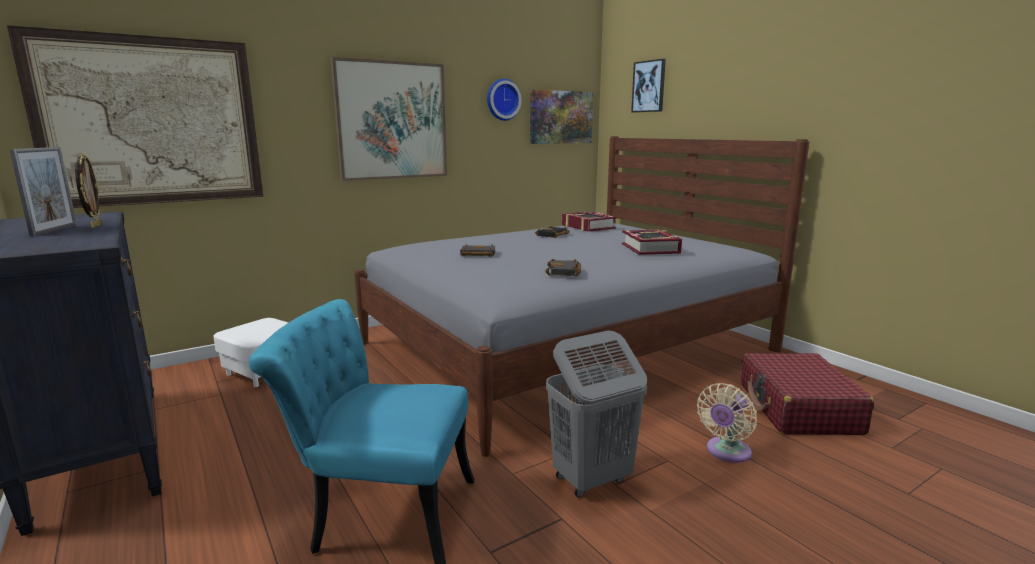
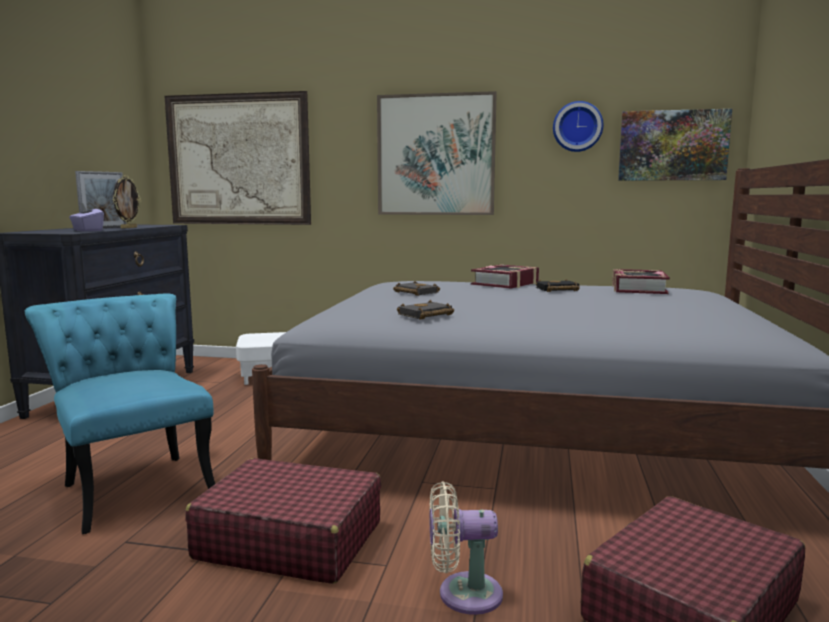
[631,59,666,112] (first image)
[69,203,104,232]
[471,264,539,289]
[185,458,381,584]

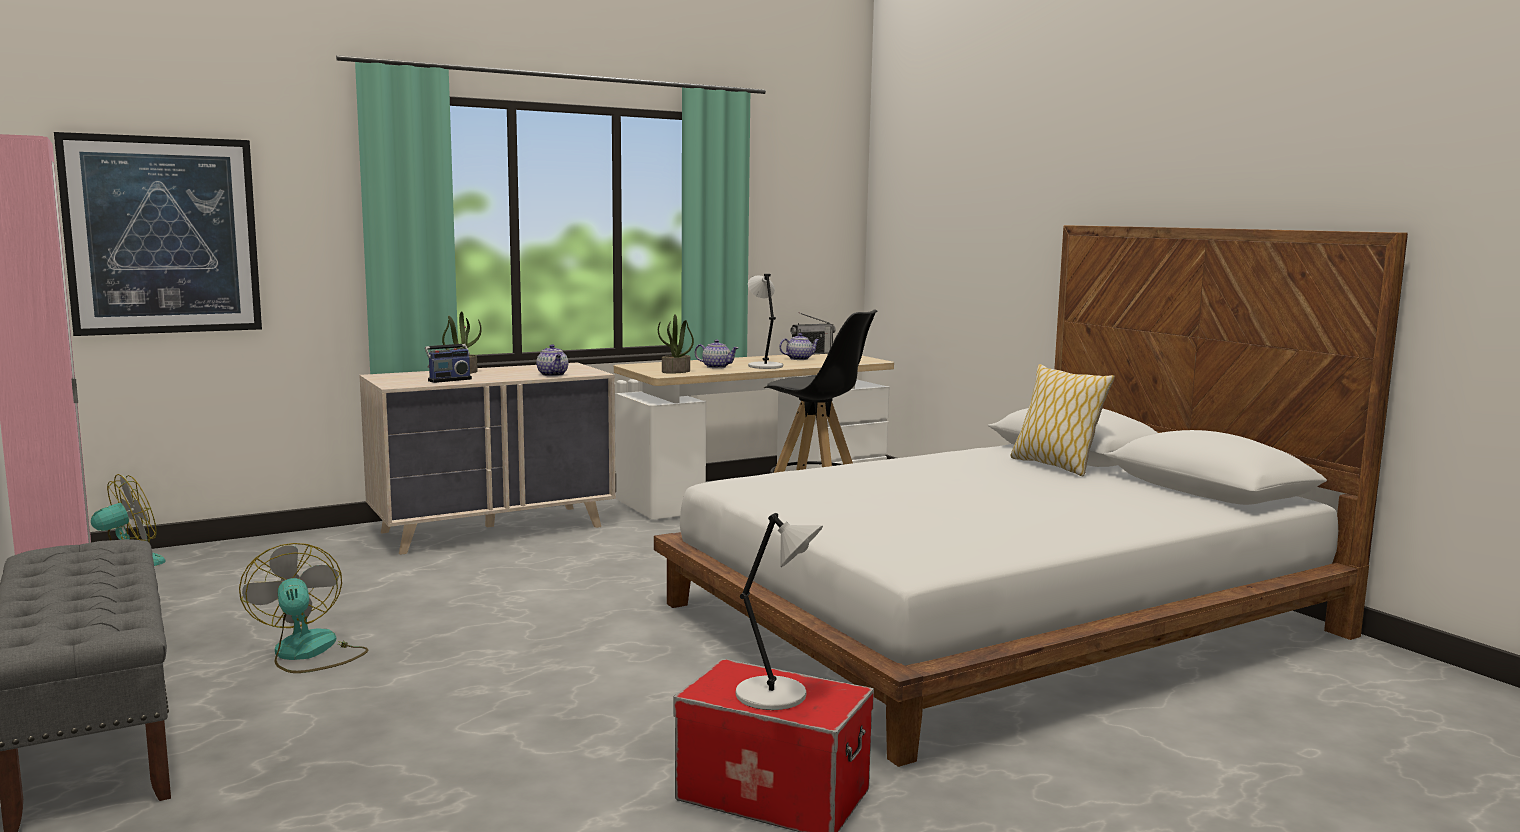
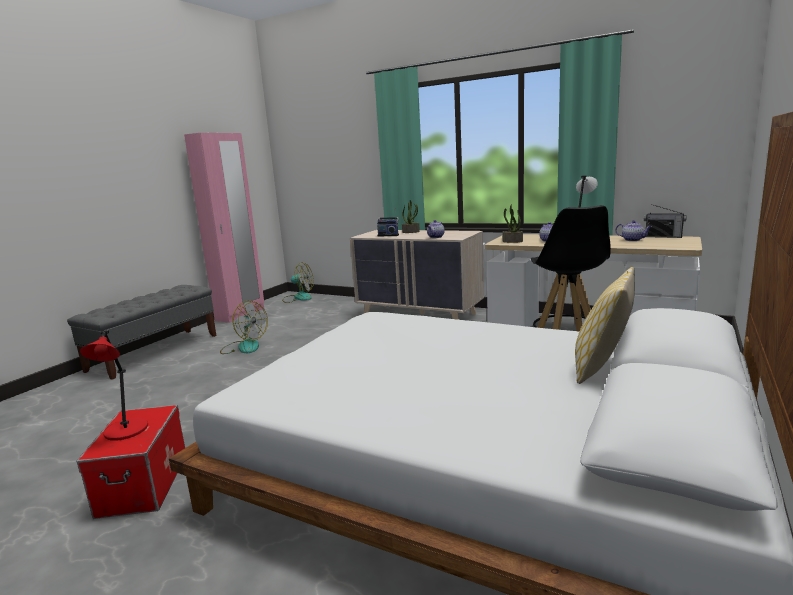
[54,132,262,336] (first image)
[80,330,148,441]
[220,301,268,354]

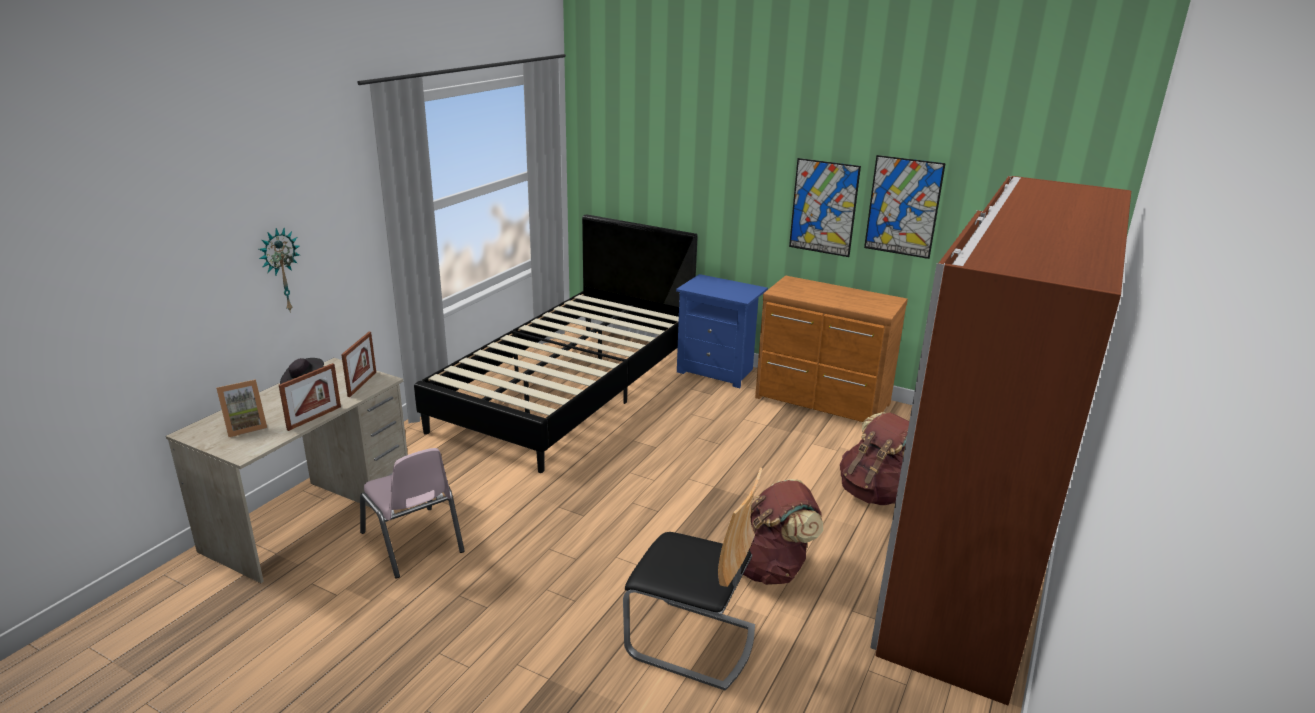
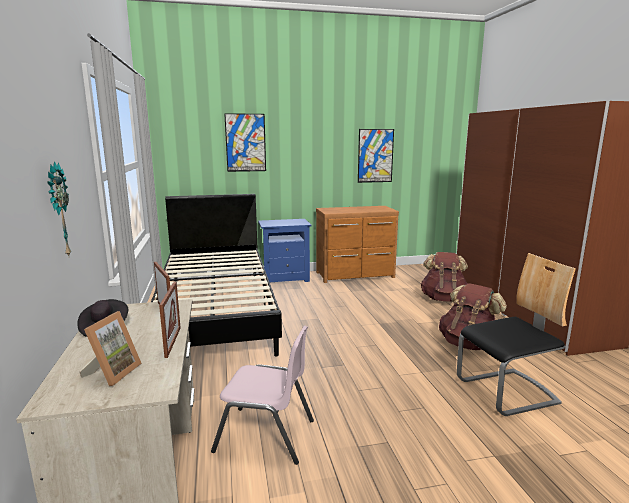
[224,113,266,172]

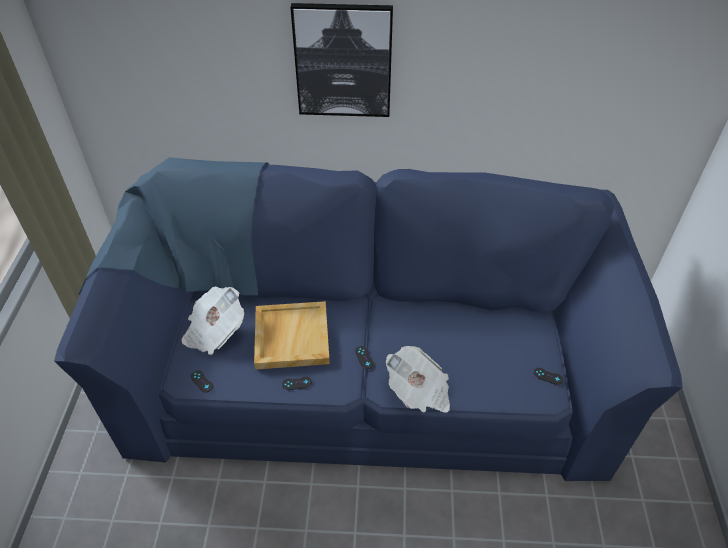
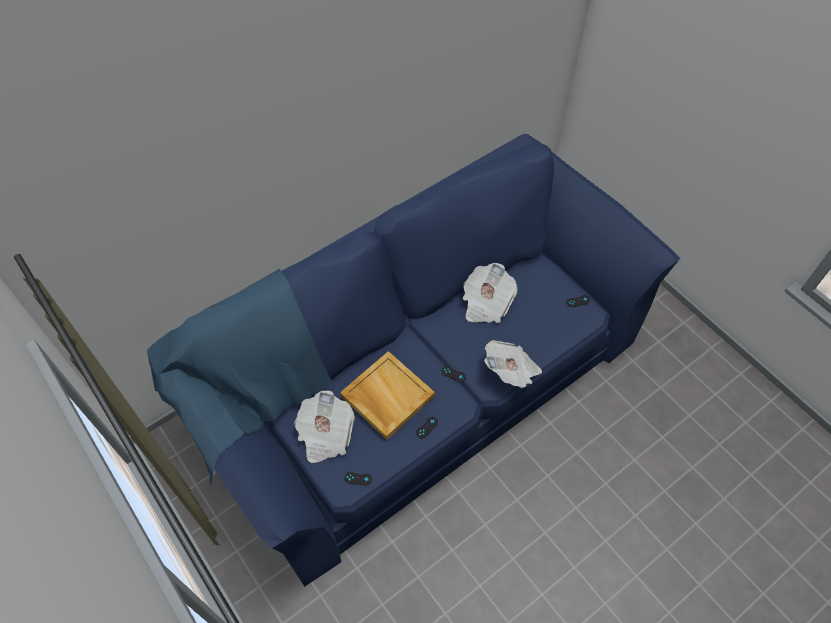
[290,3,393,117] (first image)
[463,263,517,323]

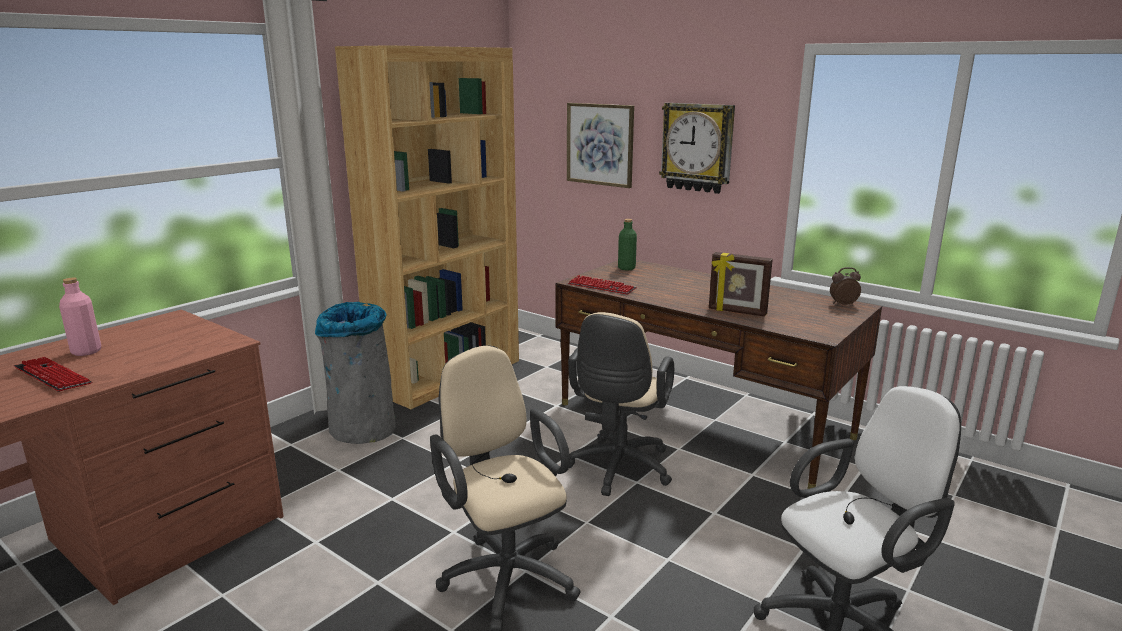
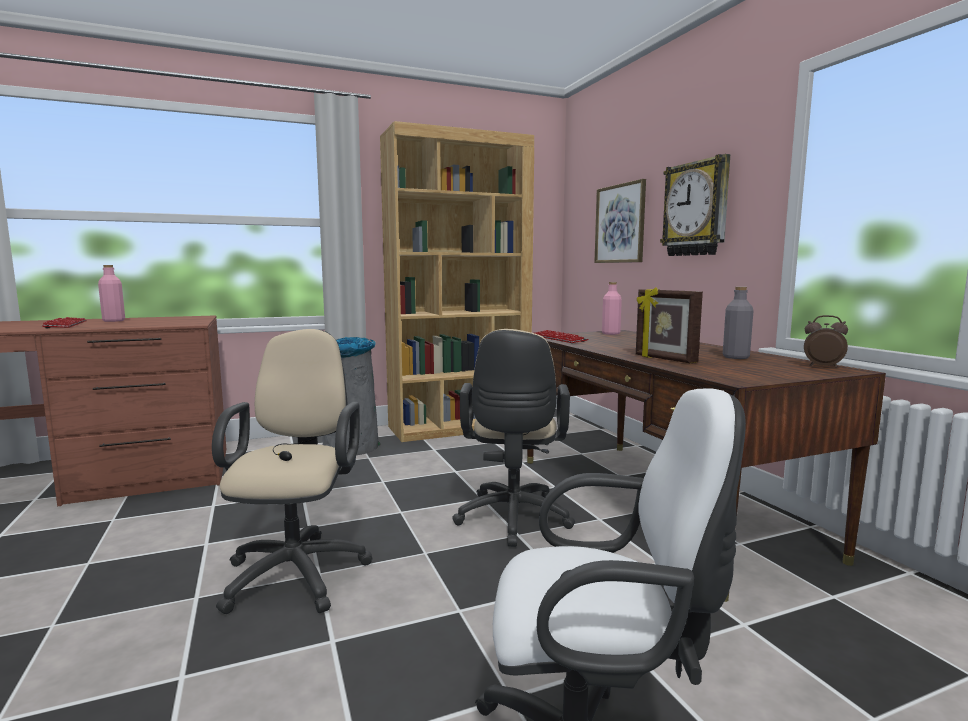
[723,287,753,359]
[602,282,622,335]
[452,329,575,547]

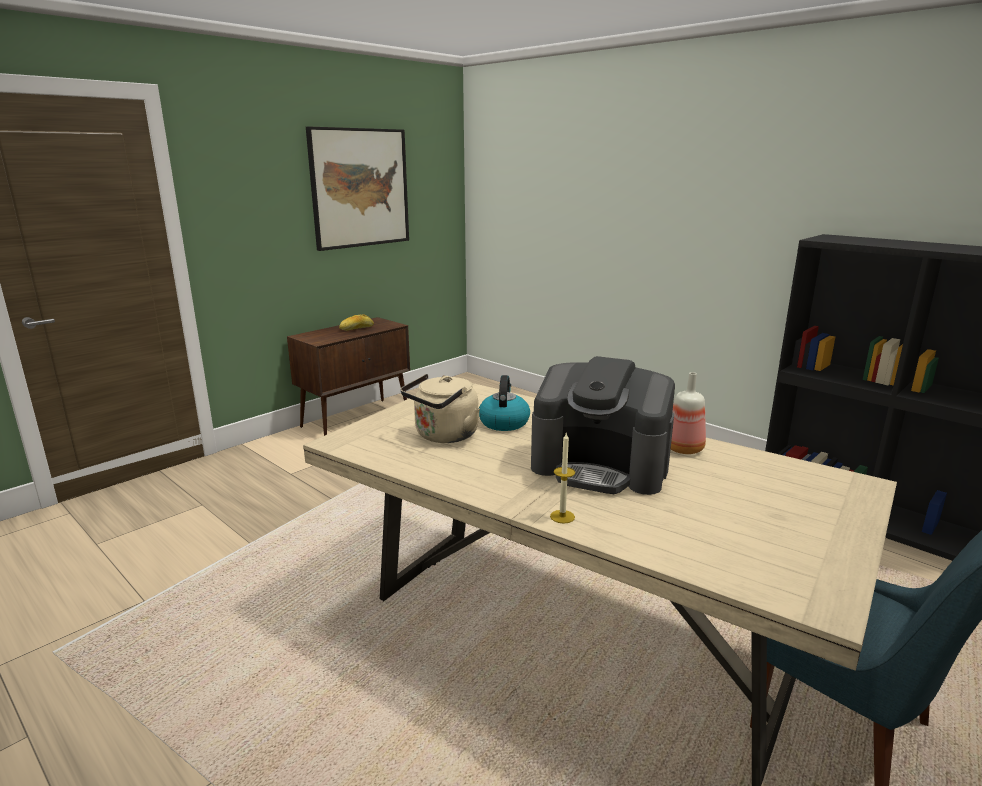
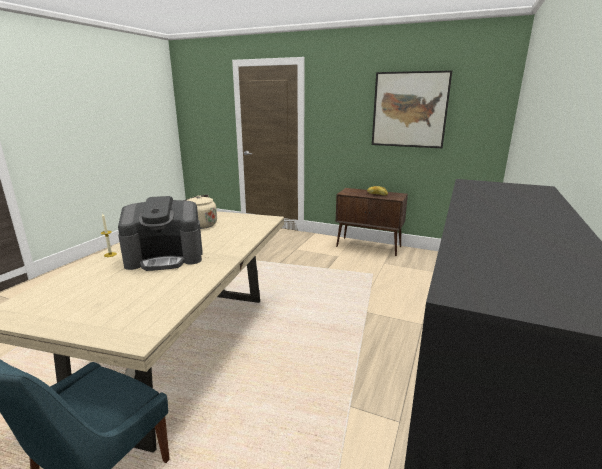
[479,375,530,431] (first image)
[671,372,706,454] (first image)
[118,196,203,271]

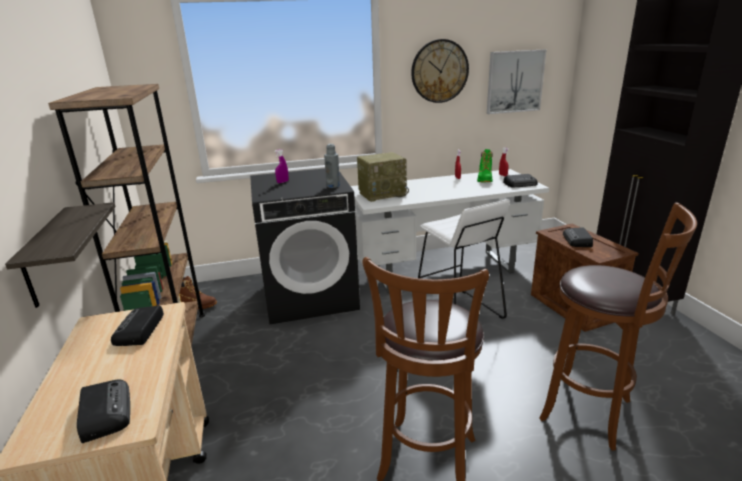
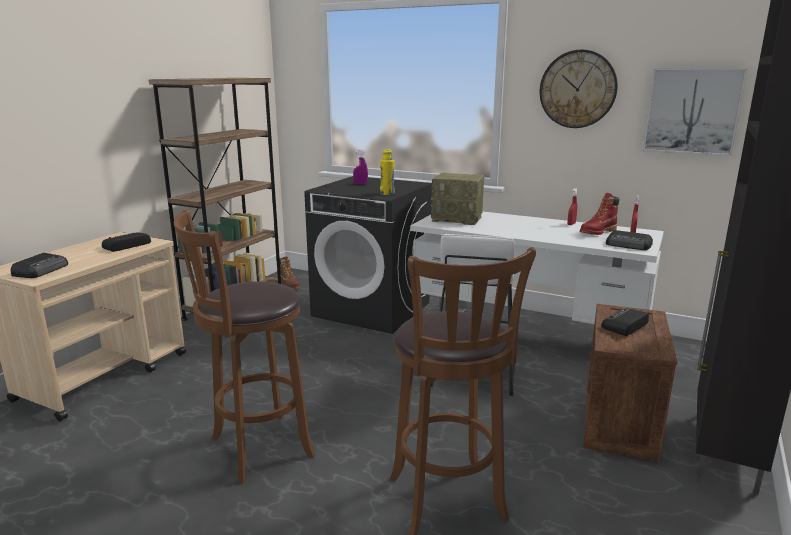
[5,202,116,308] (first image)
[380,149,395,195]
[580,193,620,235]

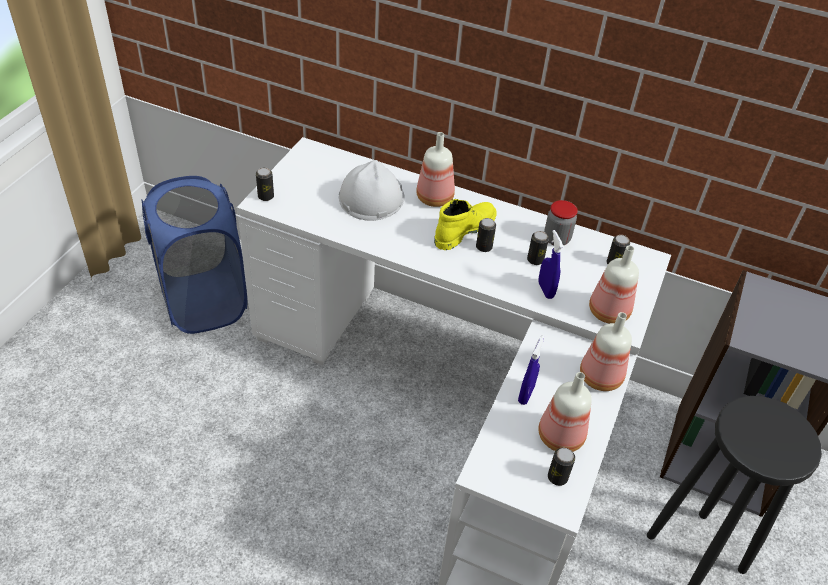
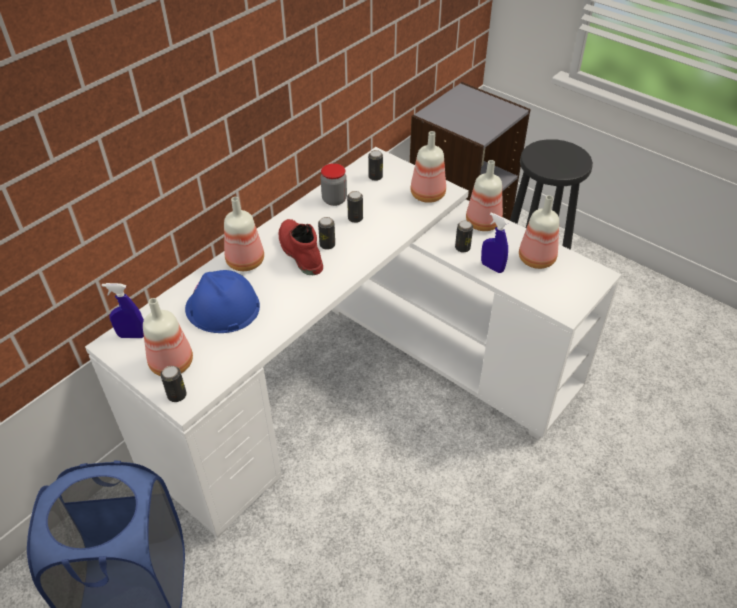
[143,298,193,376]
[102,283,144,338]
[455,221,473,252]
[185,270,260,333]
[279,219,323,275]

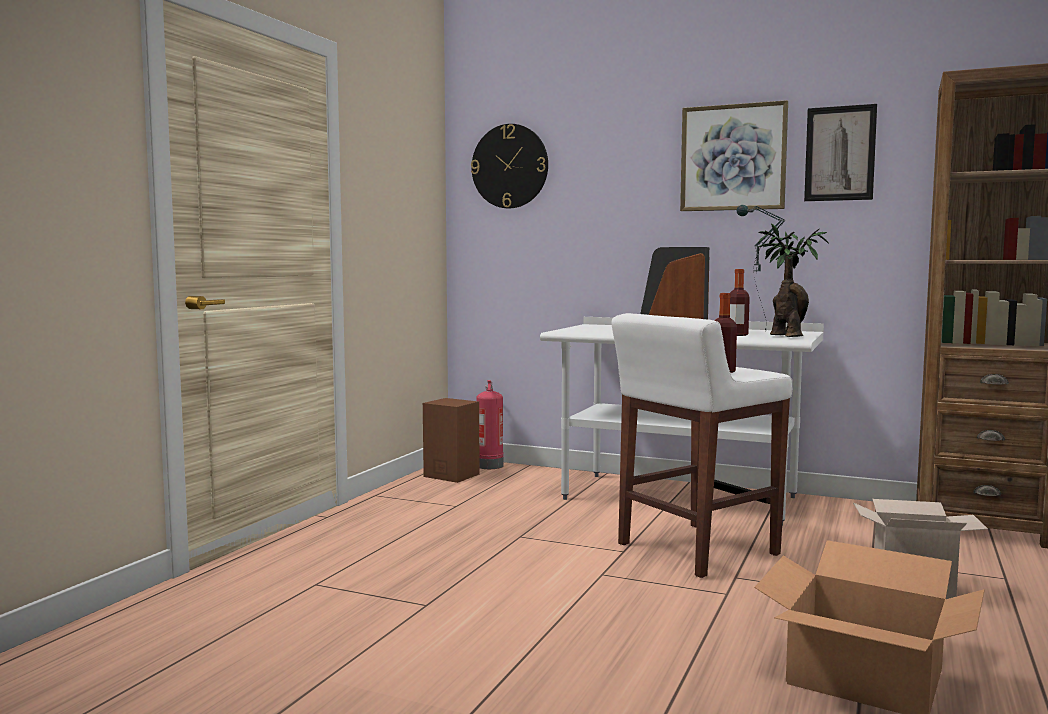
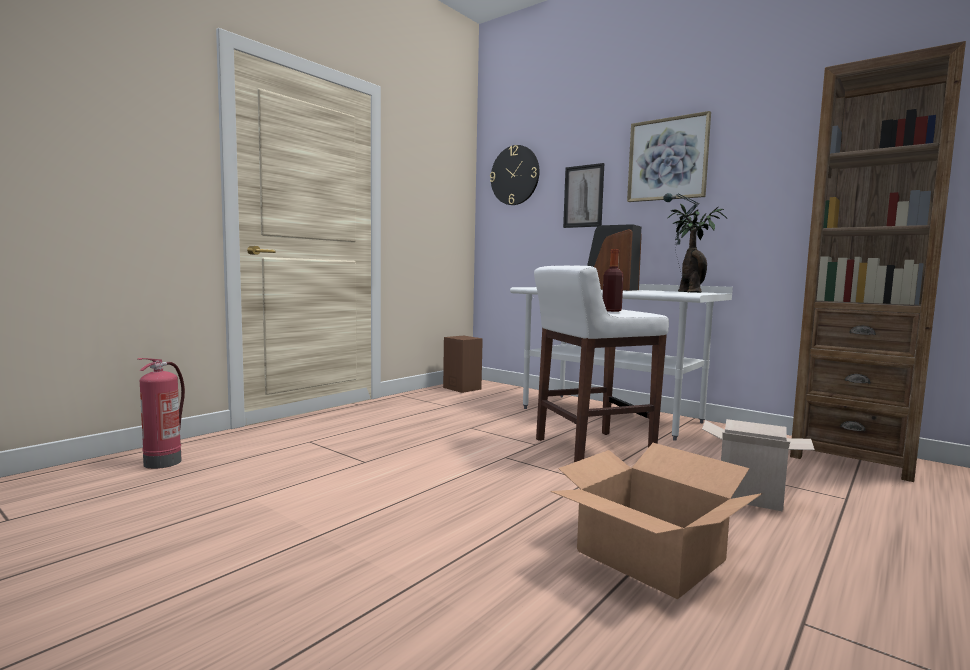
[730,269,750,336] (first image)
[137,358,185,469]
[563,163,604,228]

